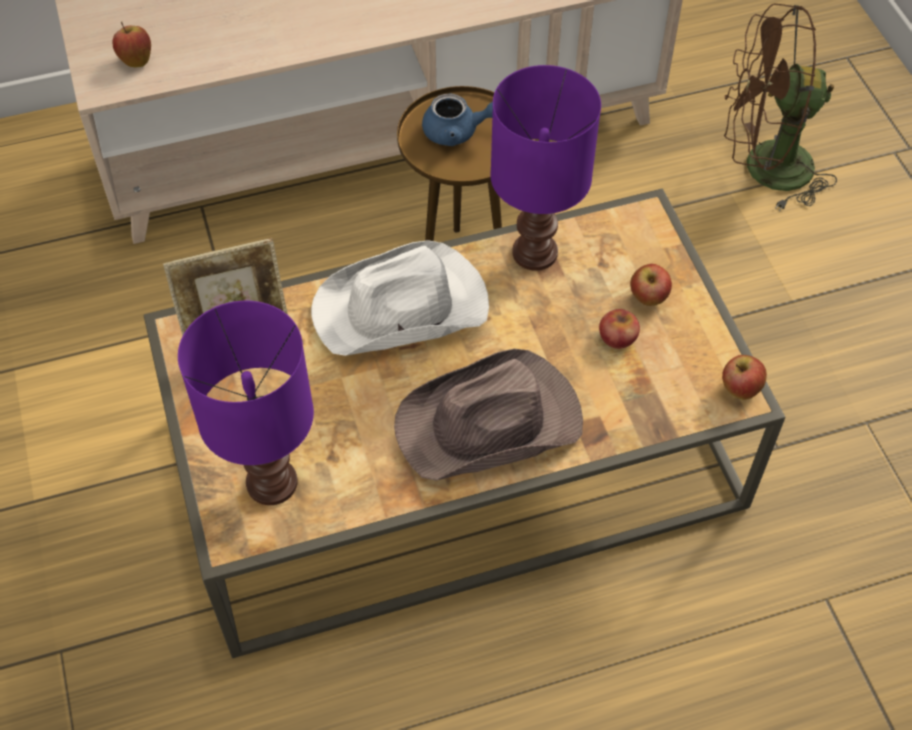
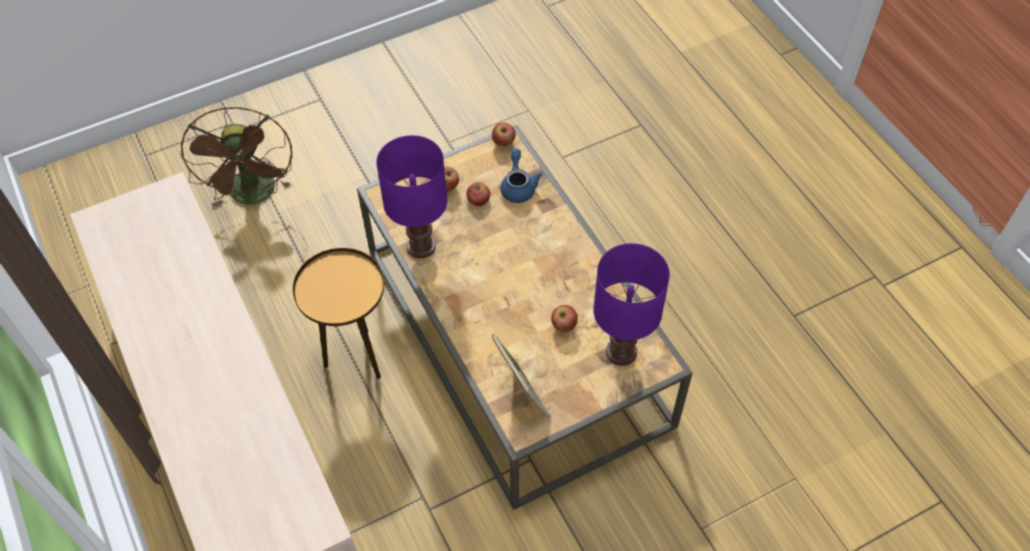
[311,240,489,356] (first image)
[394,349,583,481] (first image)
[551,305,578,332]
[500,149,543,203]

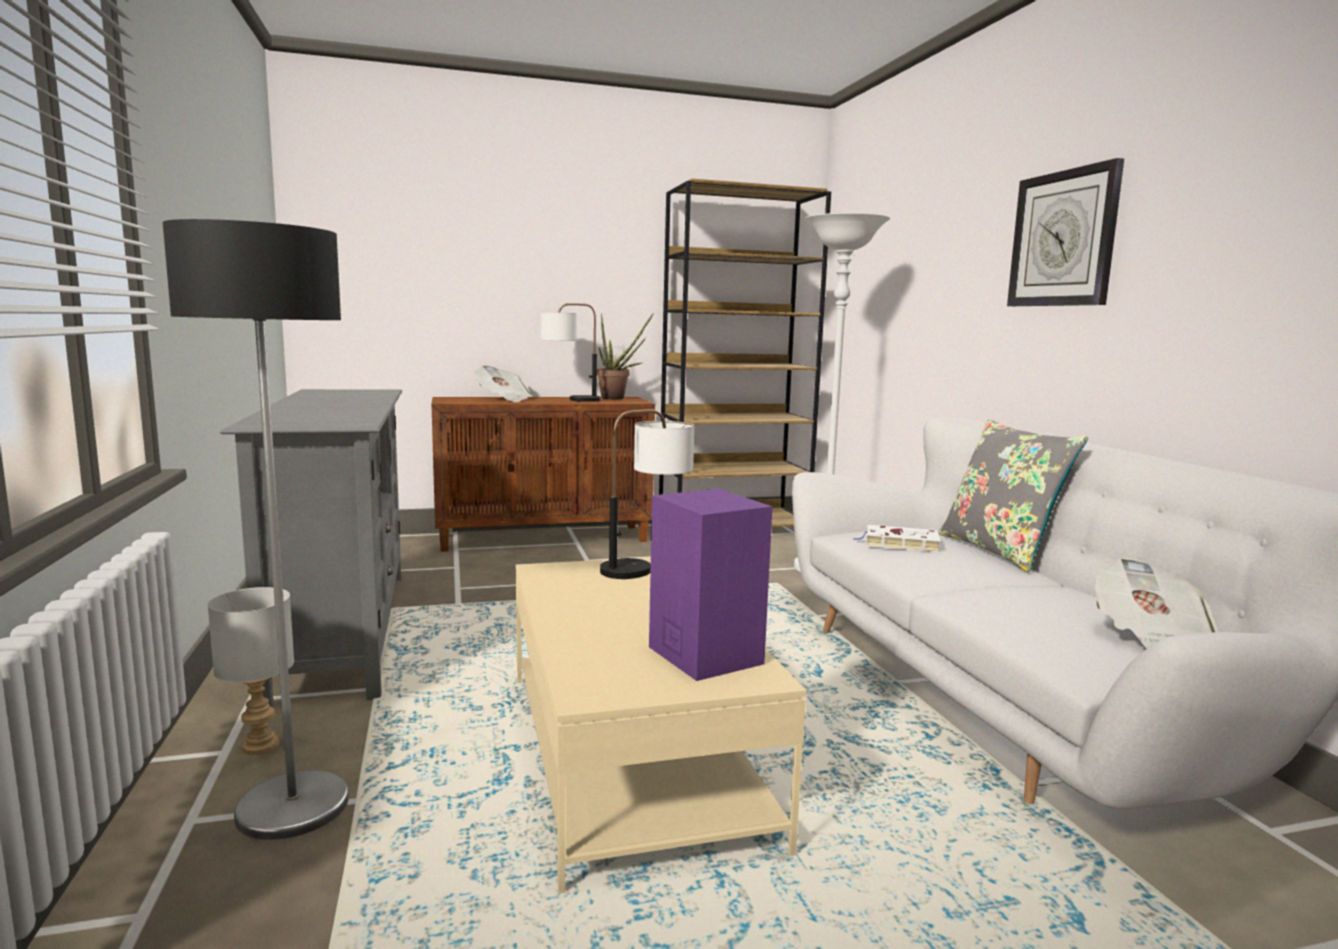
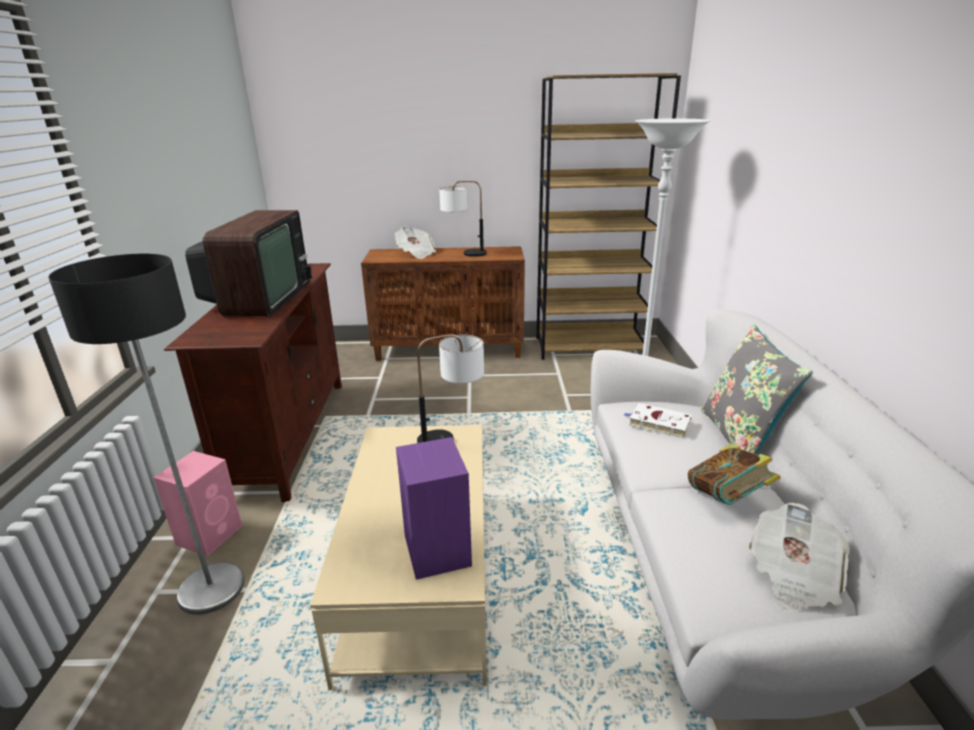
[597,313,654,399] (first image)
[1007,158,1124,306] (first image)
[185,210,313,316]
[688,444,781,505]
[153,451,242,556]
[164,263,342,502]

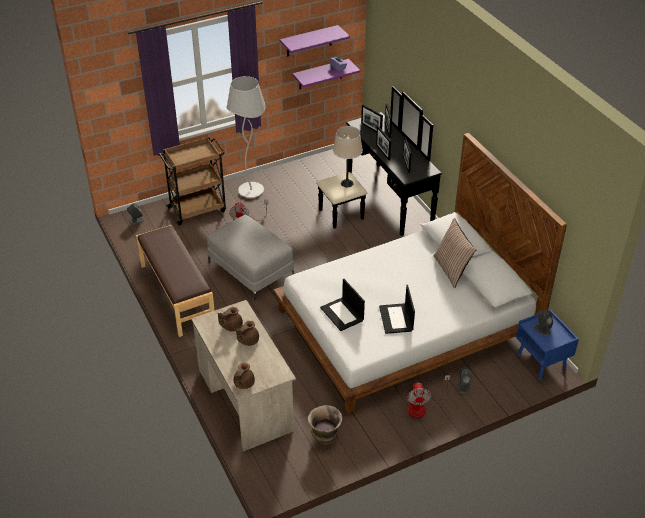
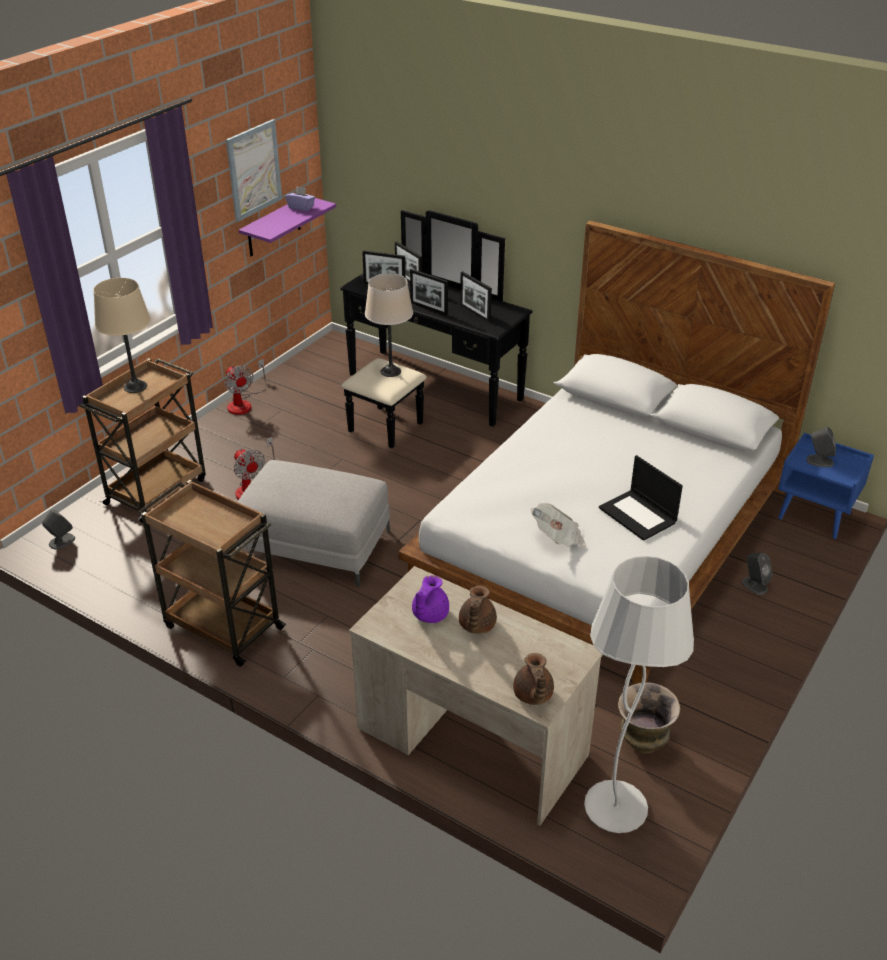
[433,218,477,289] (first image)
[93,278,151,393]
[584,556,694,833]
[225,359,266,415]
[138,480,286,667]
[226,119,282,222]
[531,503,587,547]
[412,575,449,623]

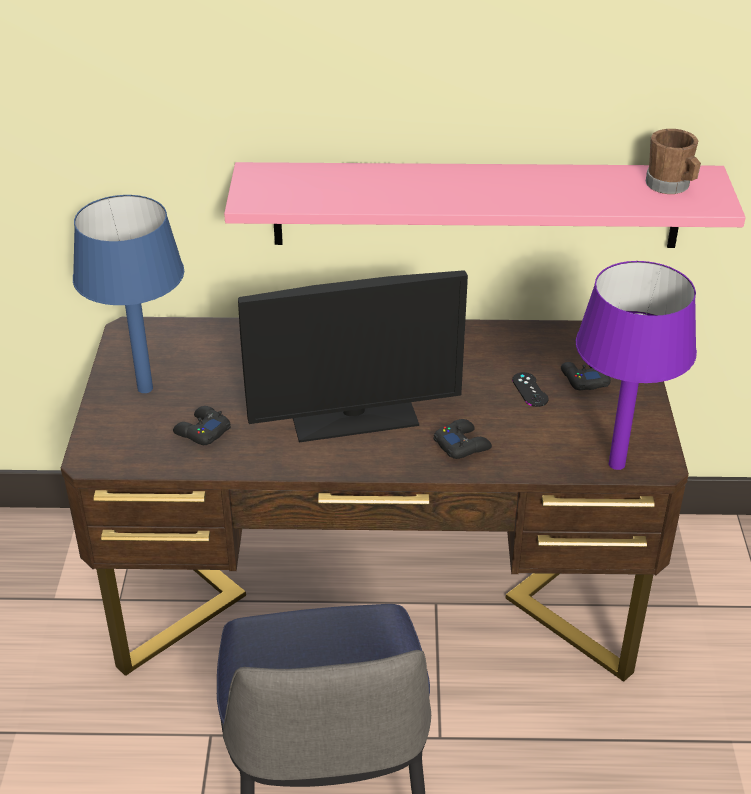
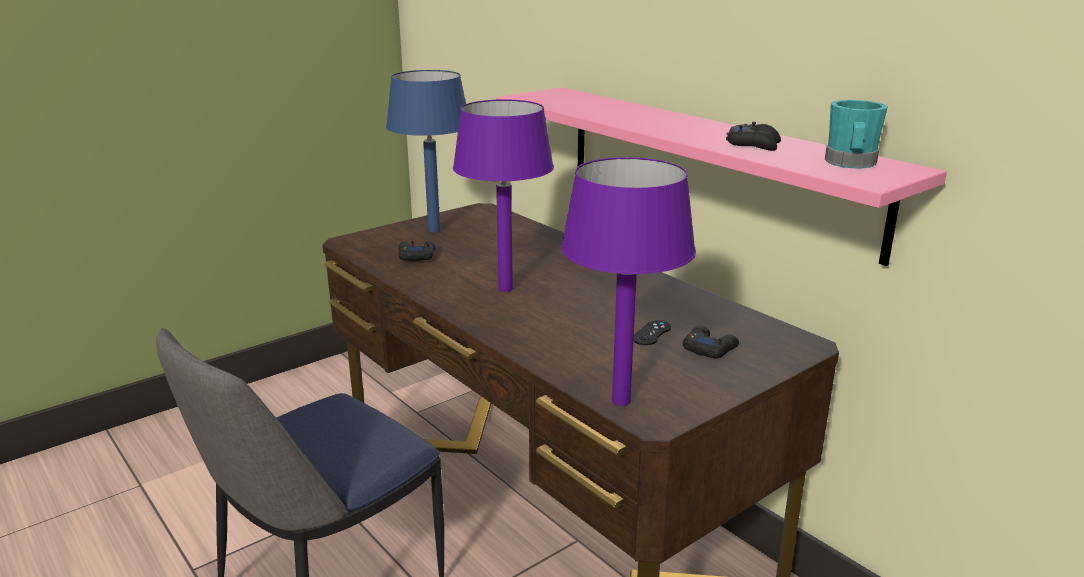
[726,122,781,151]
[453,99,554,292]
[825,100,888,168]

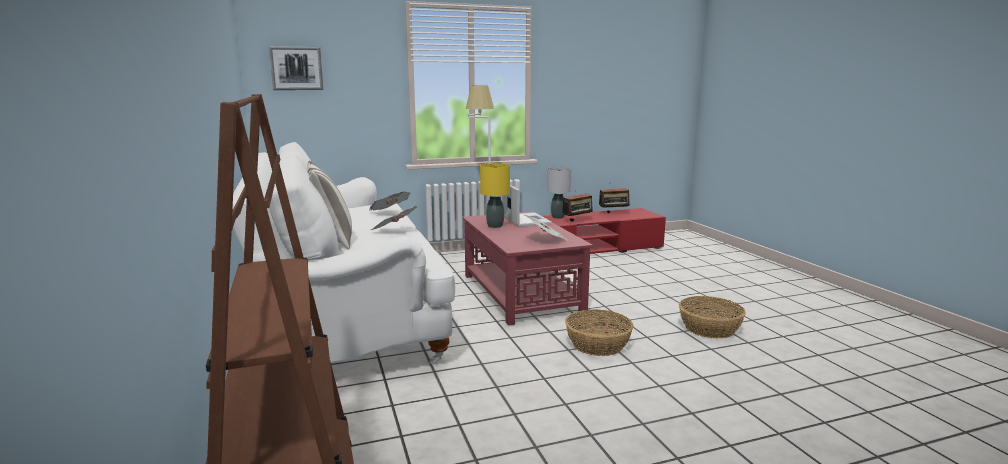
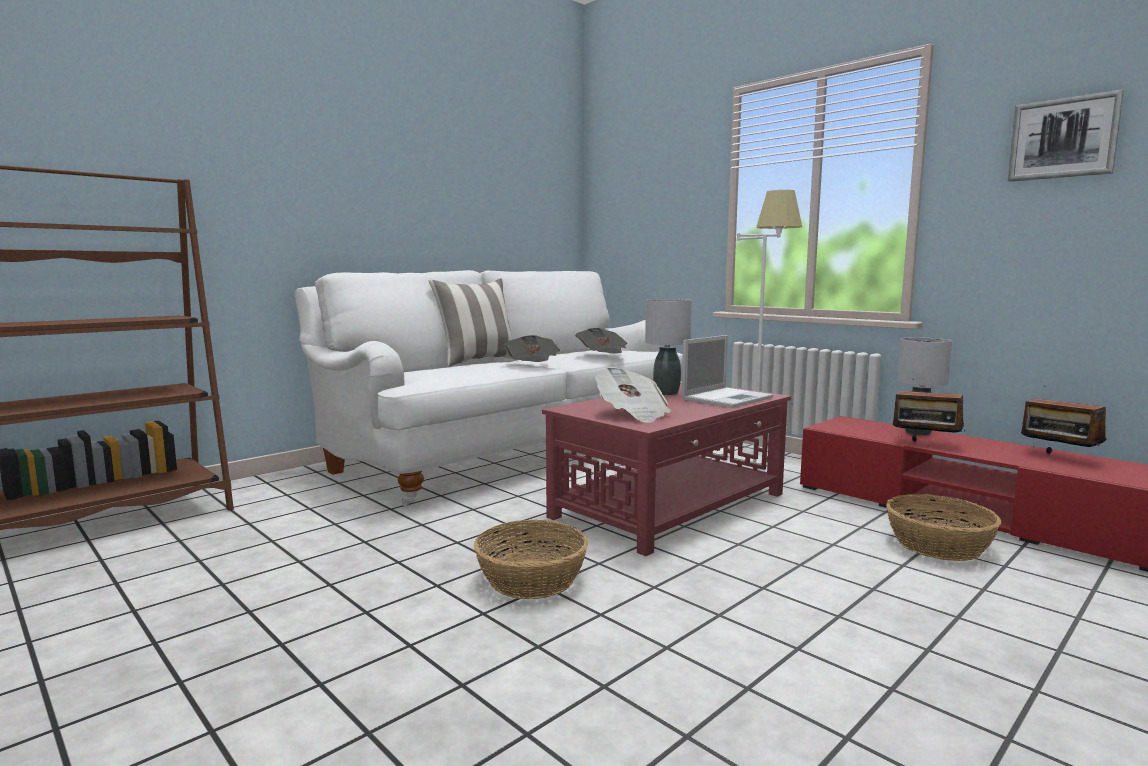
[1008,90,1124,182]
[886,494,1001,561]
[645,299,692,395]

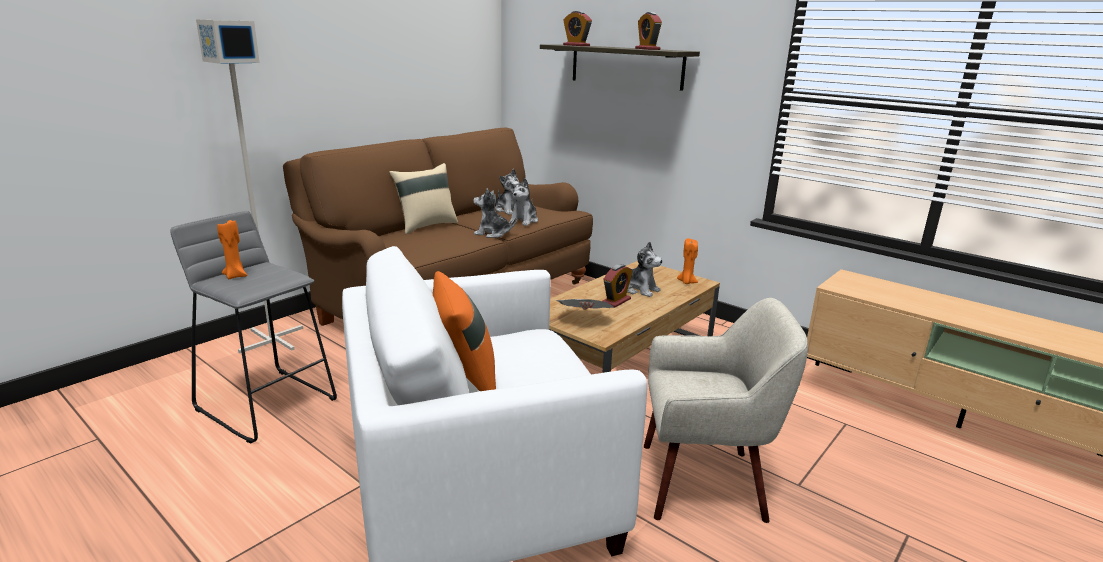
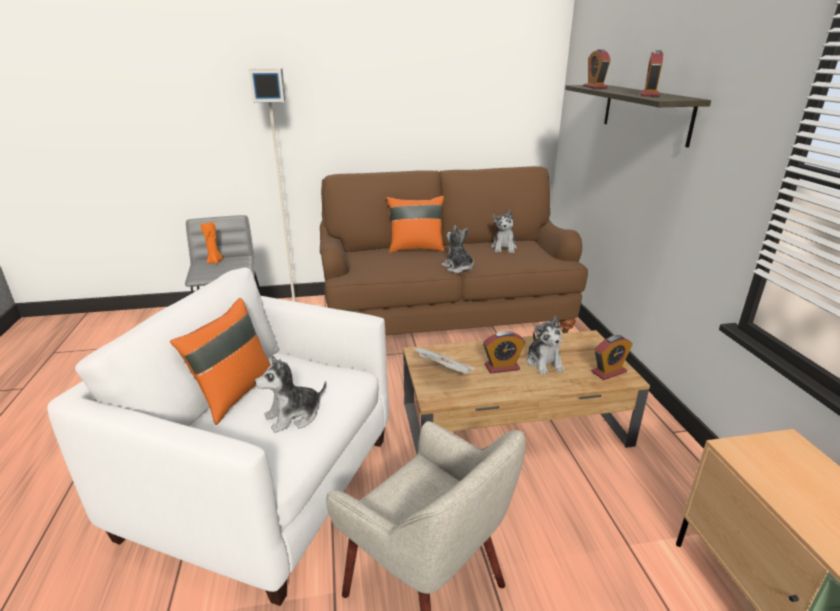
[254,355,327,433]
[591,335,633,380]
[386,196,444,253]

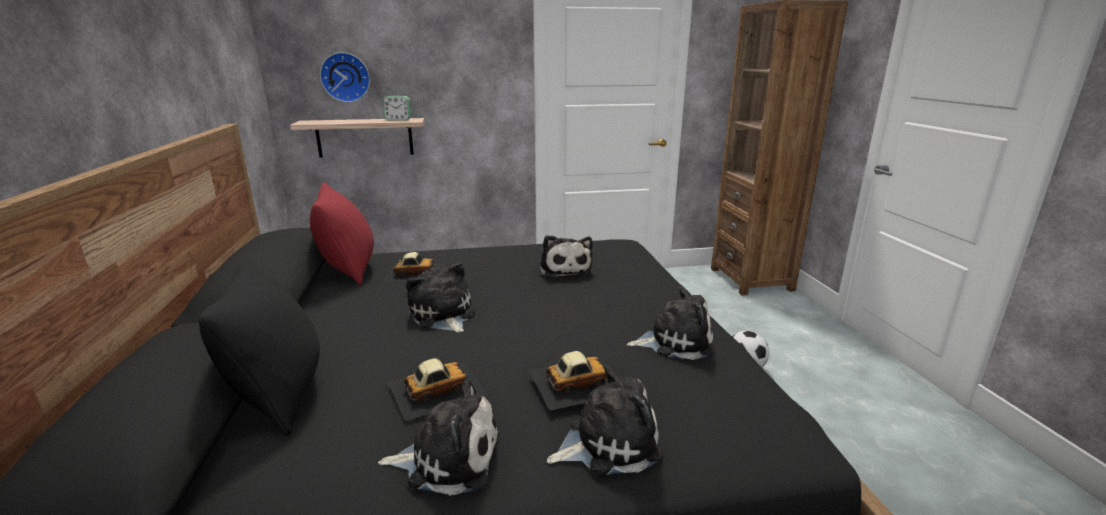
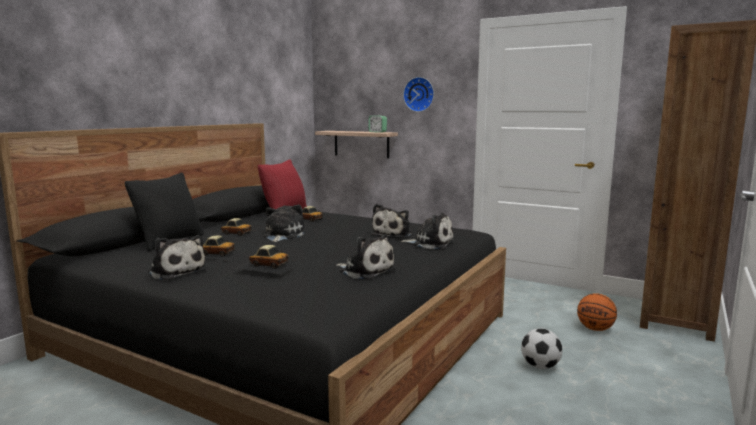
[211,218,263,239]
[577,293,617,331]
[403,77,434,112]
[401,213,454,249]

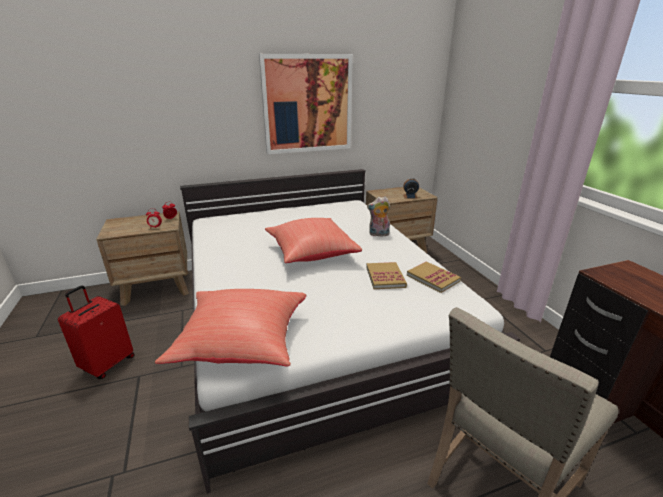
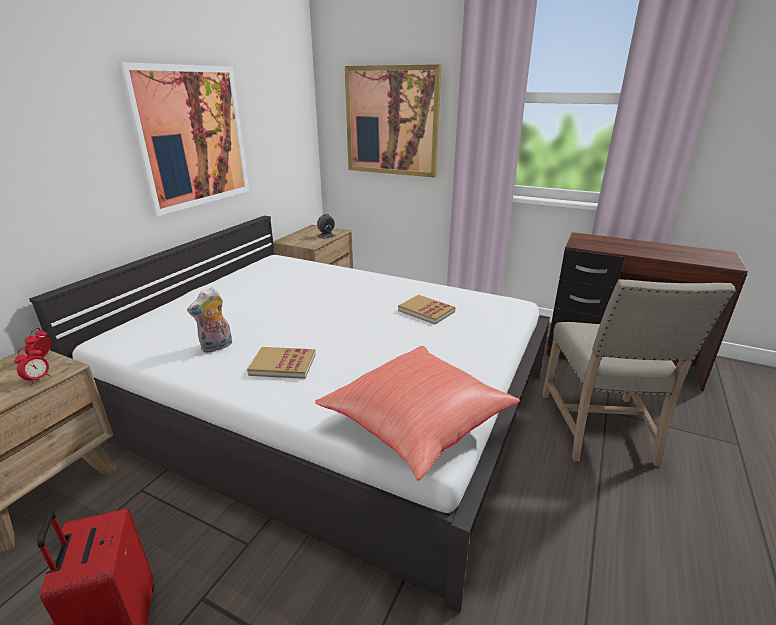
[265,218,362,263] (first image)
[345,64,442,178]
[187,287,232,353]
[247,347,315,379]

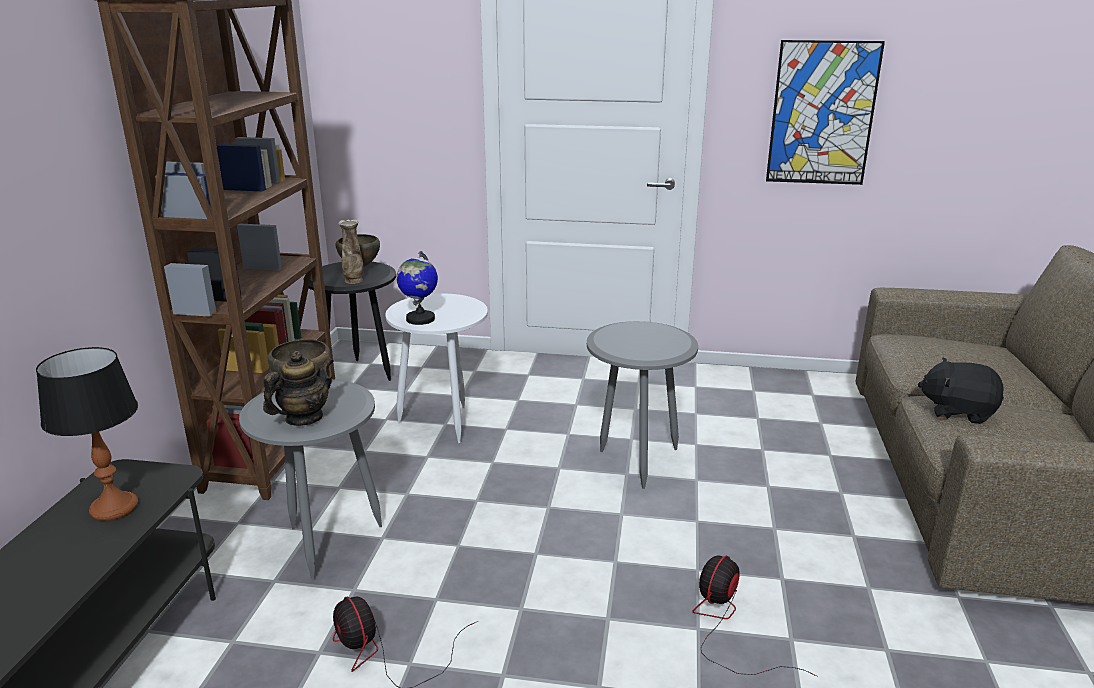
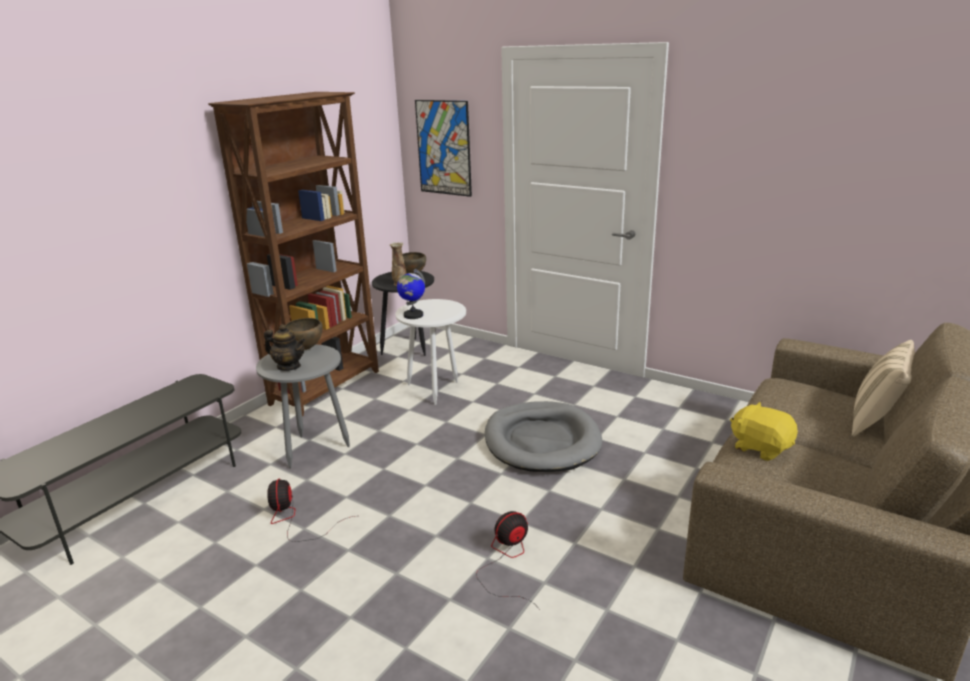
[36,347,138,521] (first image)
[852,340,915,437]
[415,100,472,197]
[485,401,602,472]
[730,402,798,461]
[264,324,305,371]

